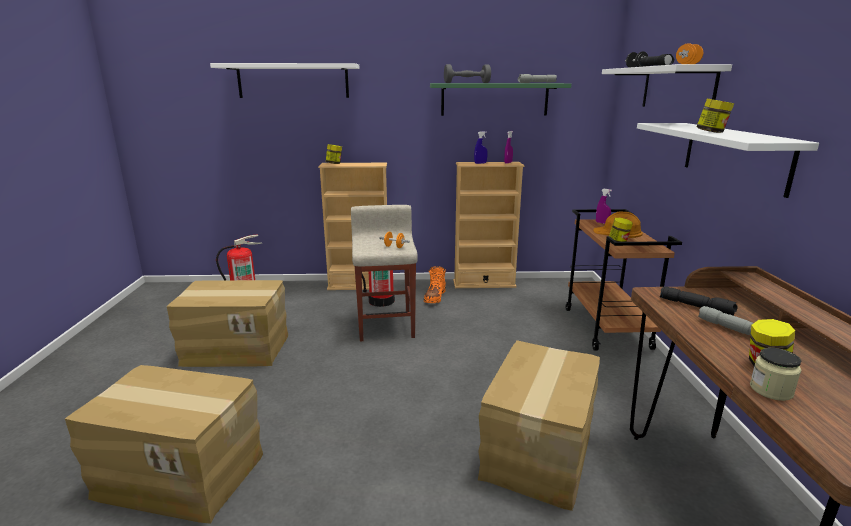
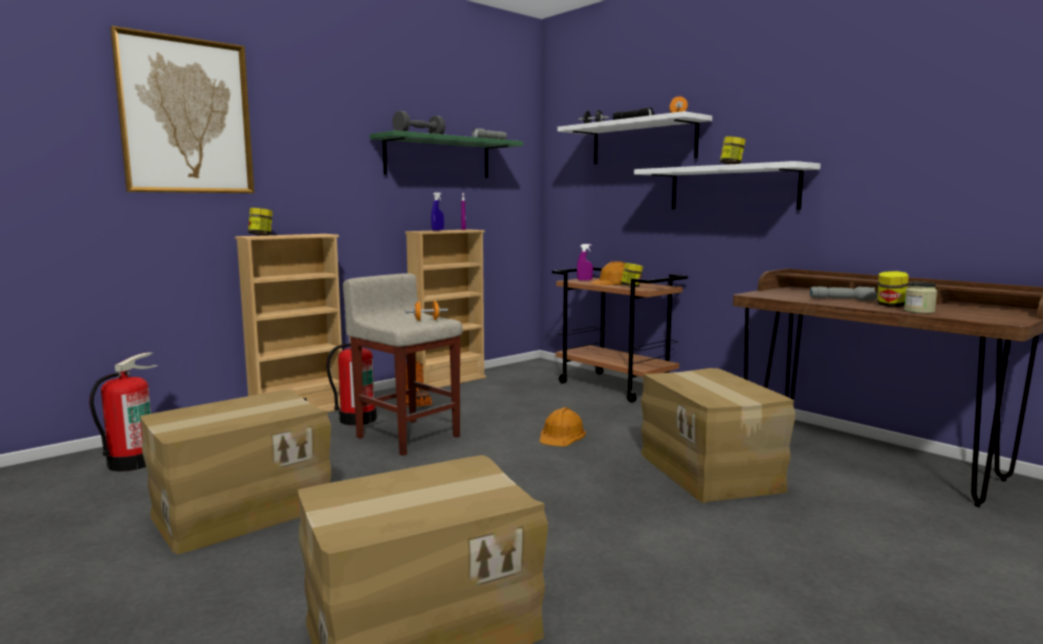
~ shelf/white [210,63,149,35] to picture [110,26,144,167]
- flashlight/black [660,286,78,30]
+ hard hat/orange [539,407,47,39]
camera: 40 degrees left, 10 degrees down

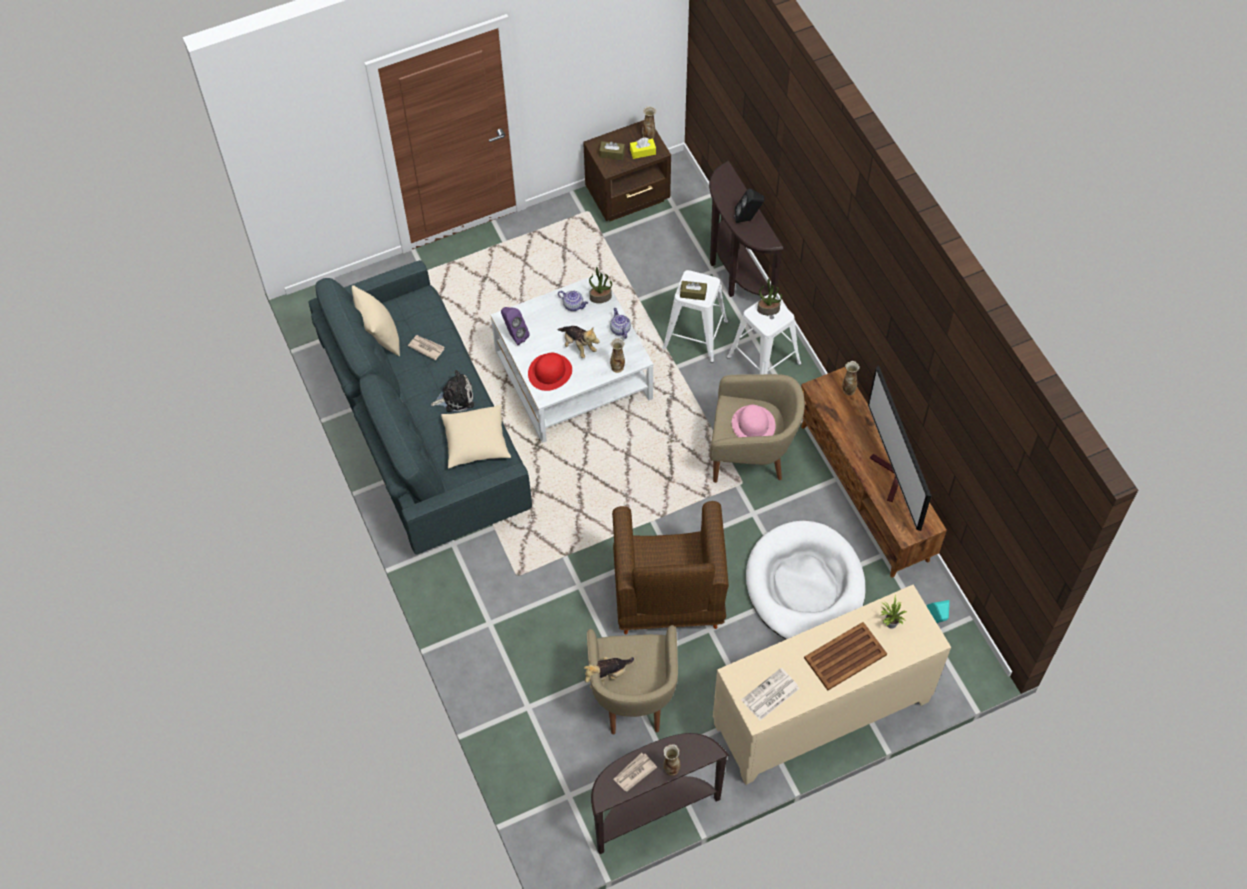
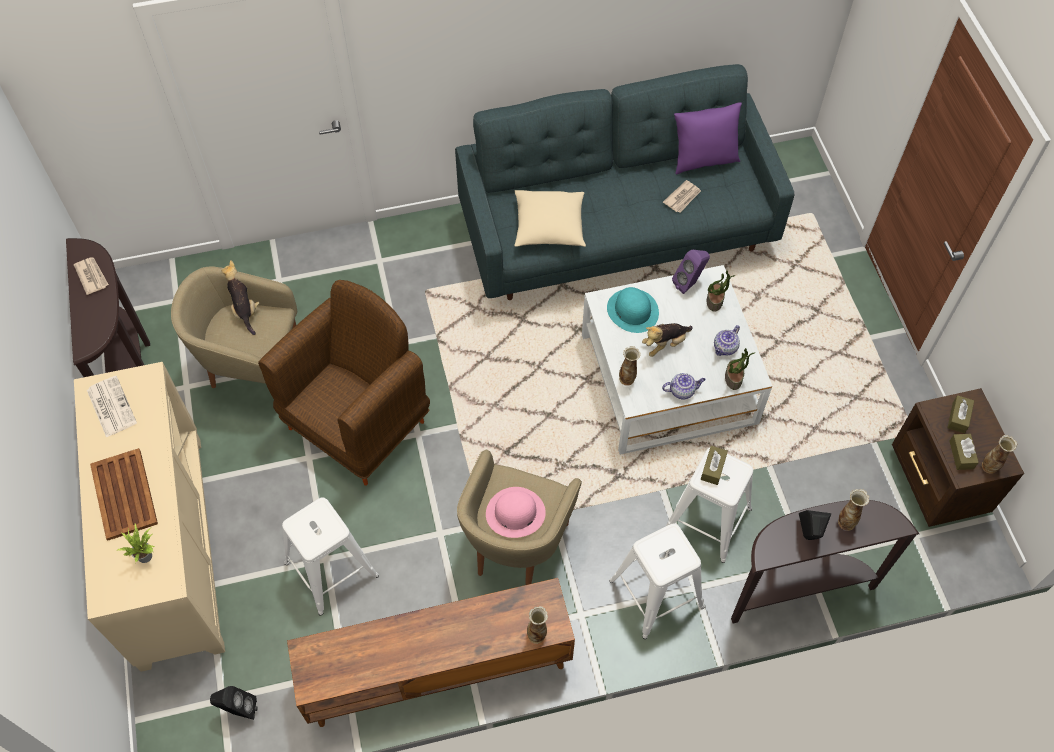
~ tissue box/yellow [630,137,26,22] to tissue box/brown [950,434,29,36]
~ potted plant [757,278,25,37] to [707,271,28,41]
~ pillow/beige [352,285,48,71] to pillow/purple [674,102,68,72]
~ hat/red [528,353,44,38] to hat/turquoise [607,287,52,46]
- television [868,365,63,166]
- plush toy [431,370,43,42]
~ armchair/brown [612,501,117,134] = [258,280,172,206] 120 degrees clockwise
~ dog bed/white [746,521,119,118] to stool/white [282,497,97,119]
~ speaker/turquoise [926,600,24,23] to speaker/black [210,686,48,34]
~ vase [663,744,17,31] to [838,489,31,42]
camera: 100 degrees right, 0 degrees up

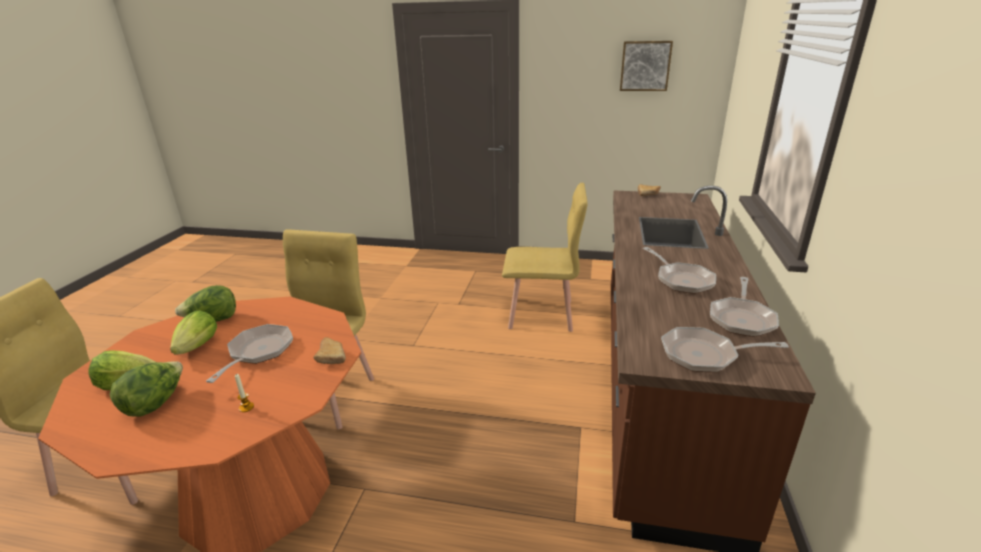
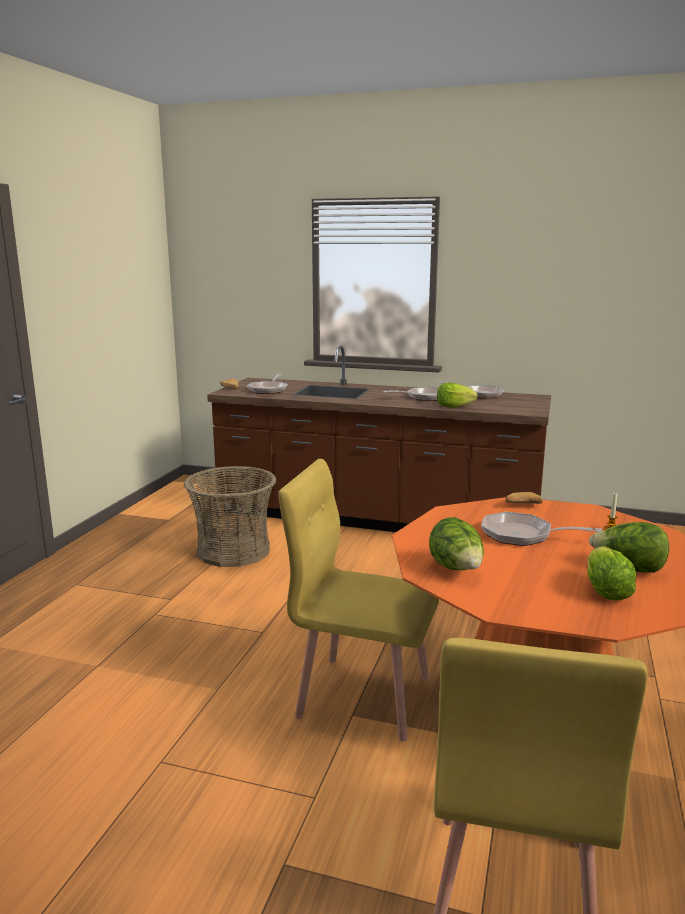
- picture [620,41,53,50]
~ chair/yellow [502,183,86,149] to basket [184,466,92,101]
~ lettuce [170,311,47,43] to [437,383,41,24]
~ frying pan [661,327,128,45] to [247,374,40,20]
camera: 85 degrees left, 10 degrees down

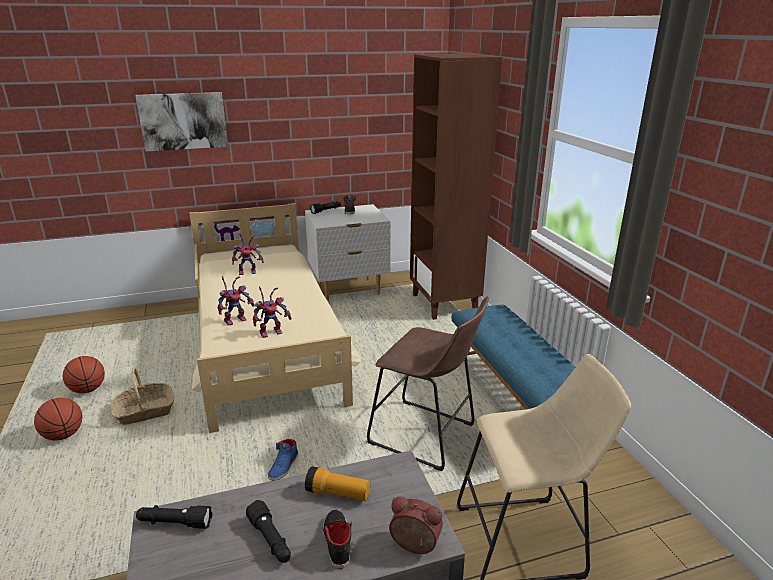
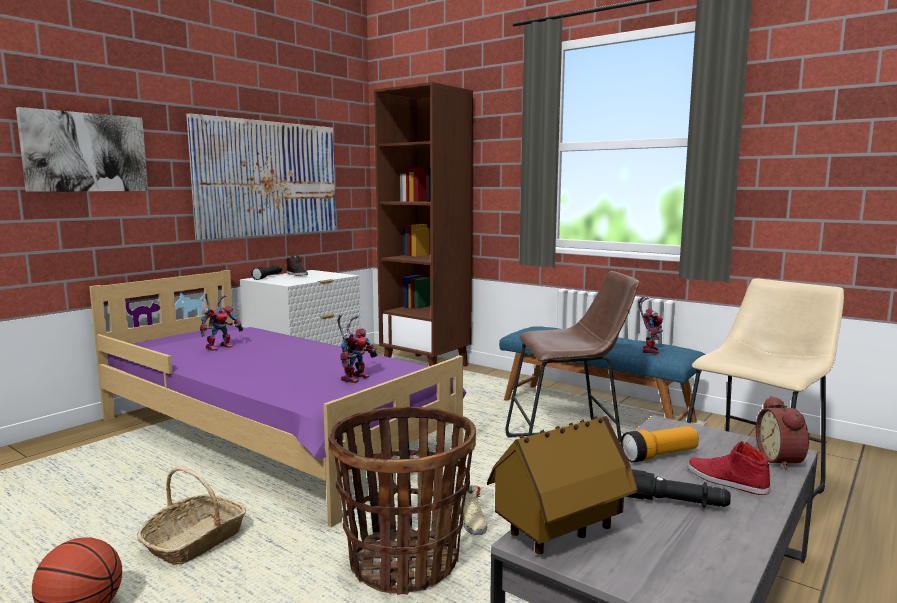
~ bed/beige [189,203,172,230] to bed/purple [89,270,378,257]
~ toy robot [218,276,37,50] to [638,297,25,57]
- basketball [63,356,42,37]
~ shoe/blue [268,439,30,42] to shoe/beige [460,486,27,49]
~ alarm clock [389,497,54,57] = [756,396,53,74] 75 degrees counterclockwise
~ flashlight/black [136,505,76,24] to toy house [487,416,151,139]
~ shoe/black [322,510,30,59] to shoe/red [687,441,84,54]
+ picture [186,113,150,127]
+ basket [328,406,148,189]
camera: 35 degrees left, 15 degrees down

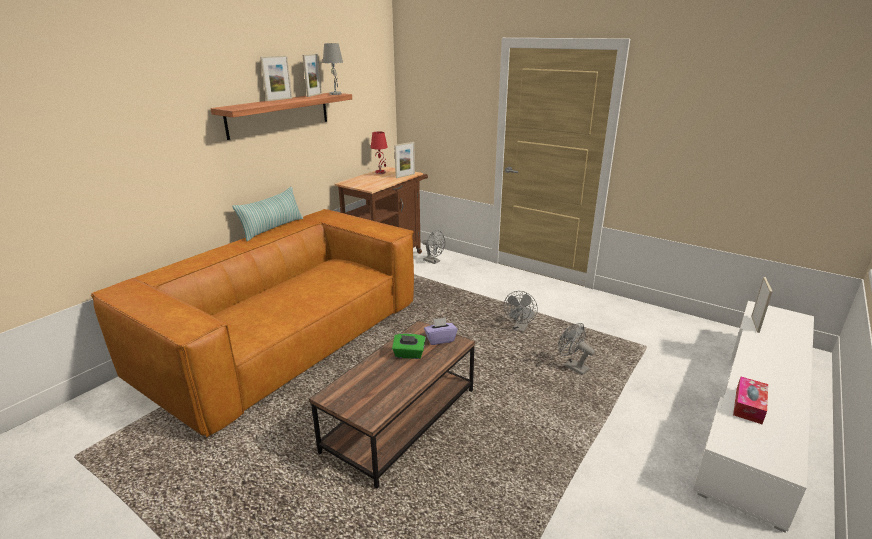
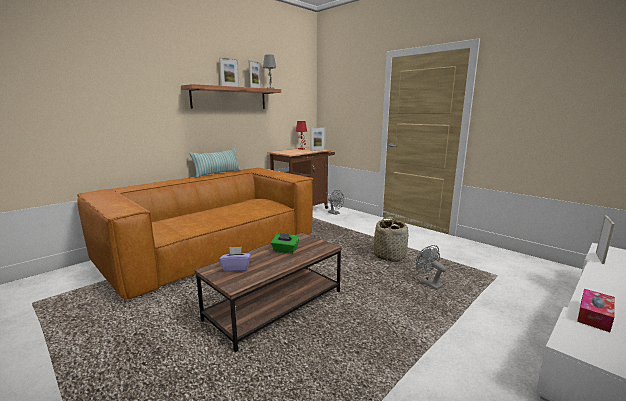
~ fan/grey [504,291,34,41] to basket [373,217,36,45]
~ tissue box/purple [424,318,34,27] to [220,247,31,25]
camera: 10 degrees right, 10 degrees down

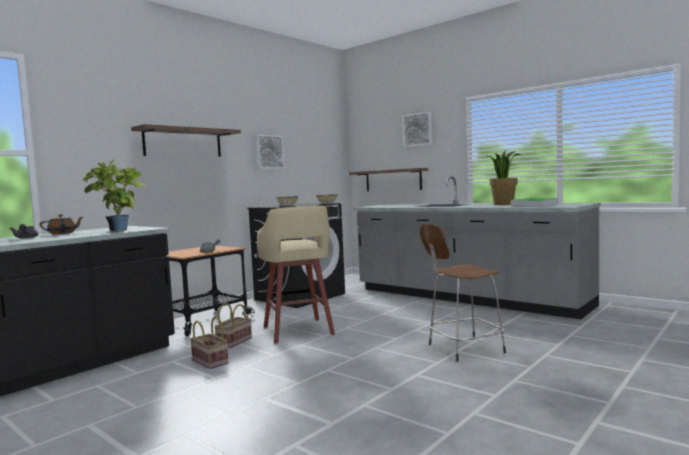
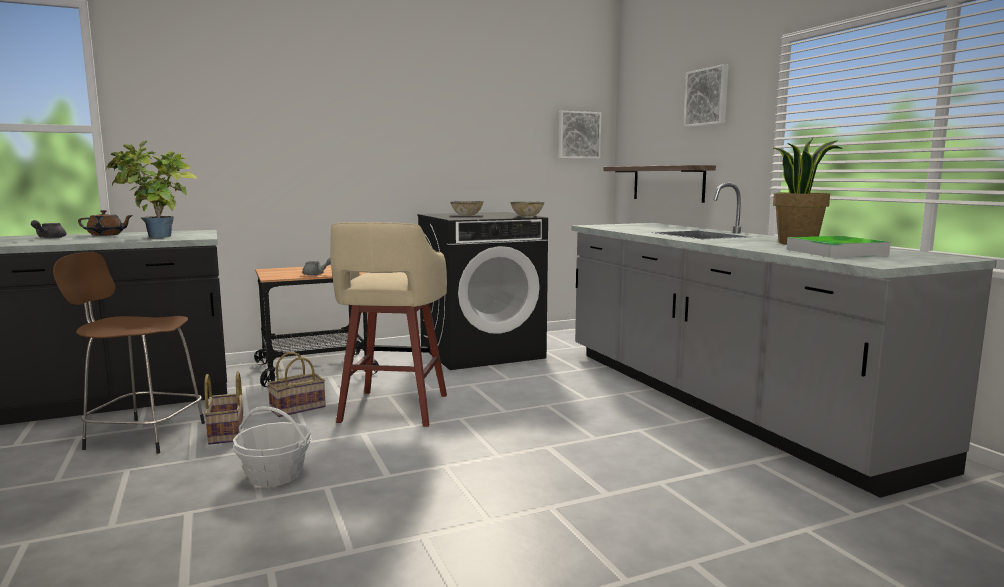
- shelf [131,124,110,33]
~ picture [255,135,30,34] to [558,111,43,48]
~ stool/brown [420,224,86,138] to [53,252,152,202]
+ basket [233,406,78,81]
camera: 25 degrees right, 5 degrees up

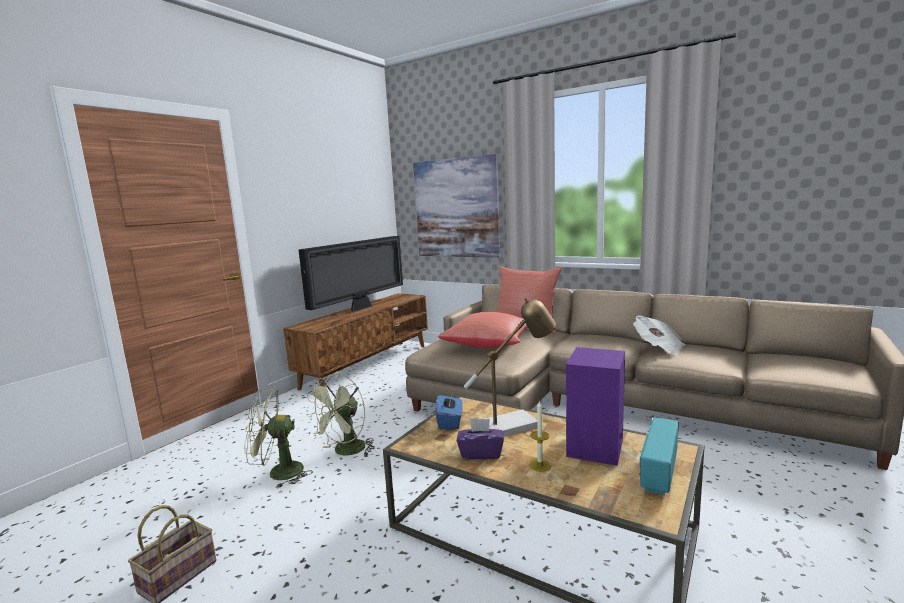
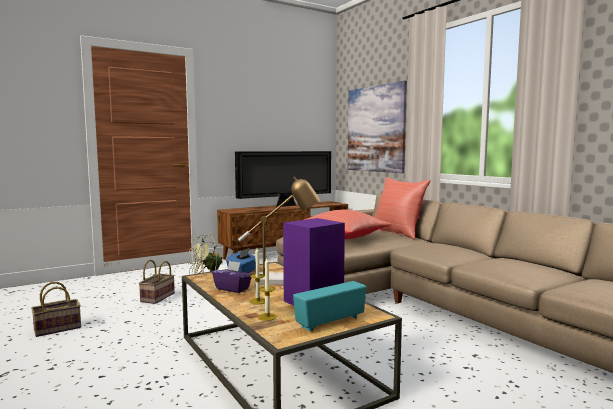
- newspaper [633,316,52,39]
~ fan/green [244,388,69,101] to basket [139,260,36,44]
+ candle [258,258,19,63]
camera: 25 degrees right, 5 degrees down

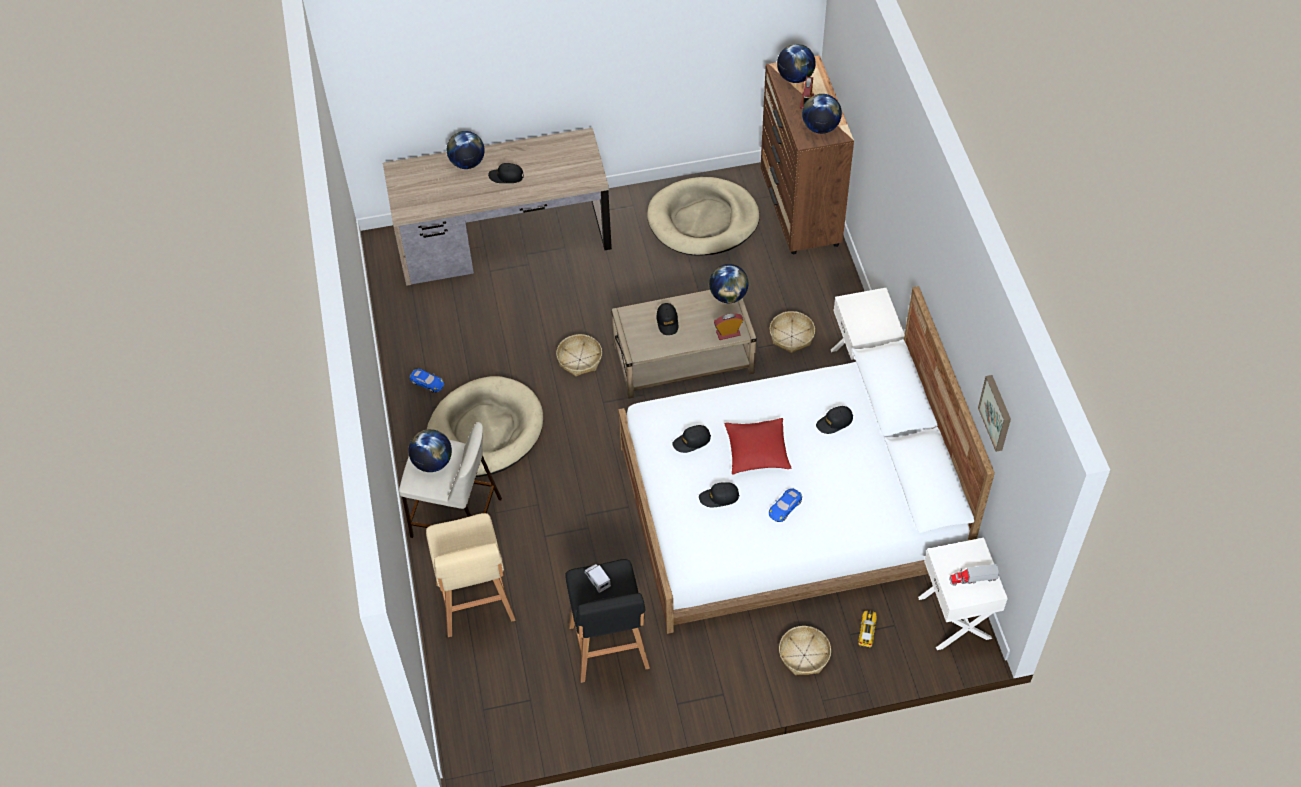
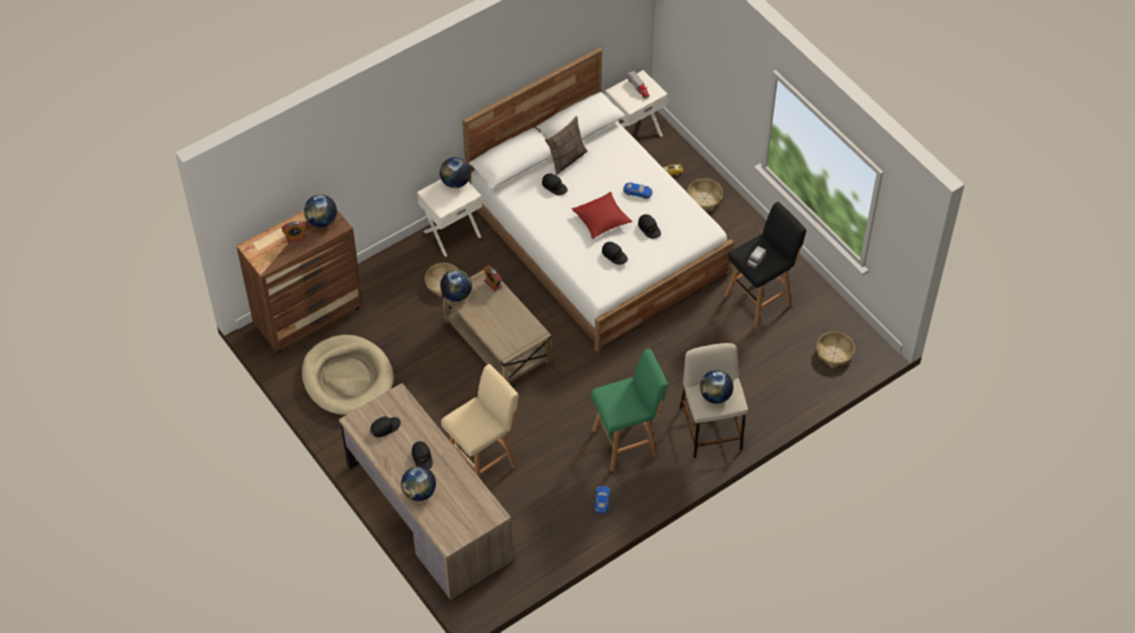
~ globe [777,44,39,39] to [440,157,31,31]
~ cap/black [657,303,21,32] to [370,416,31,21]
~ basket [556,334,46,43] to [817,332,38,35]
- picture [978,375,33,77]
~ dog bed/beige [427,376,116,101] to stool/green [591,348,77,123]
~ stool/beige [426,513,89,124] to [441,364,78,114]
+ pillow [545,116,43,59]
camera: 115 degrees left, 0 degrees up

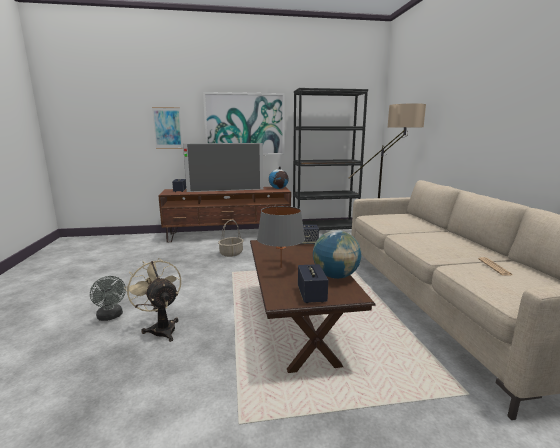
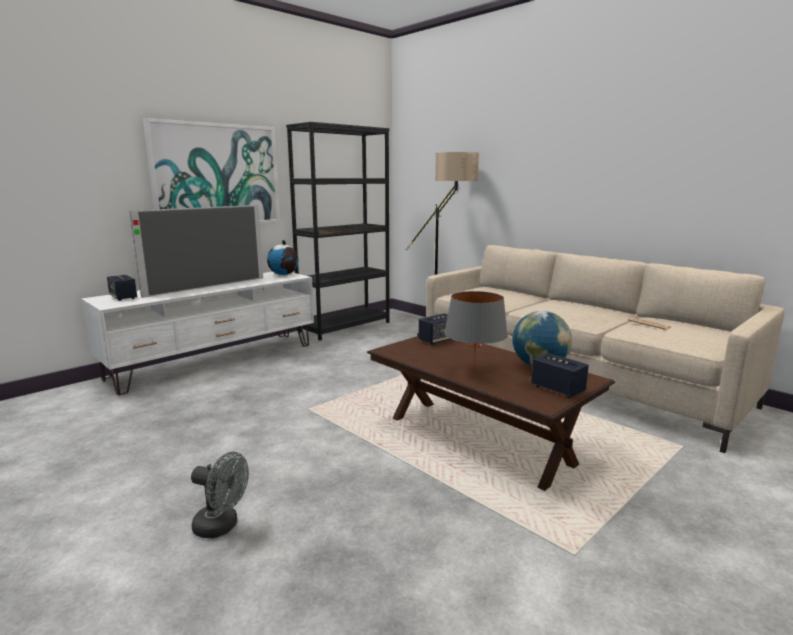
- picture [152,107,31,42]
~ tv stand/brown [158,187,133,55] to tv stand/white [81,272,233,123]
- basket [218,220,25,37]
- fan/beige [125,258,56,84]
camera: 35 degrees left, 0 degrees up

